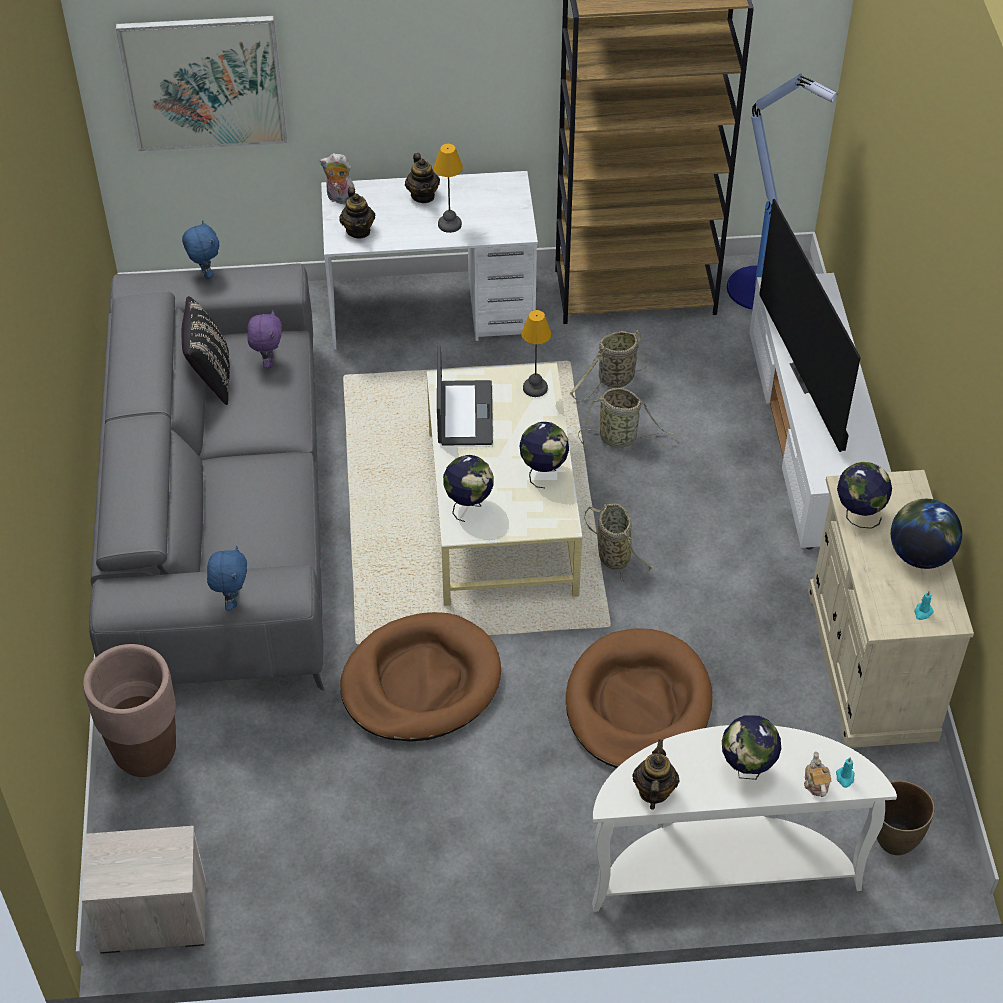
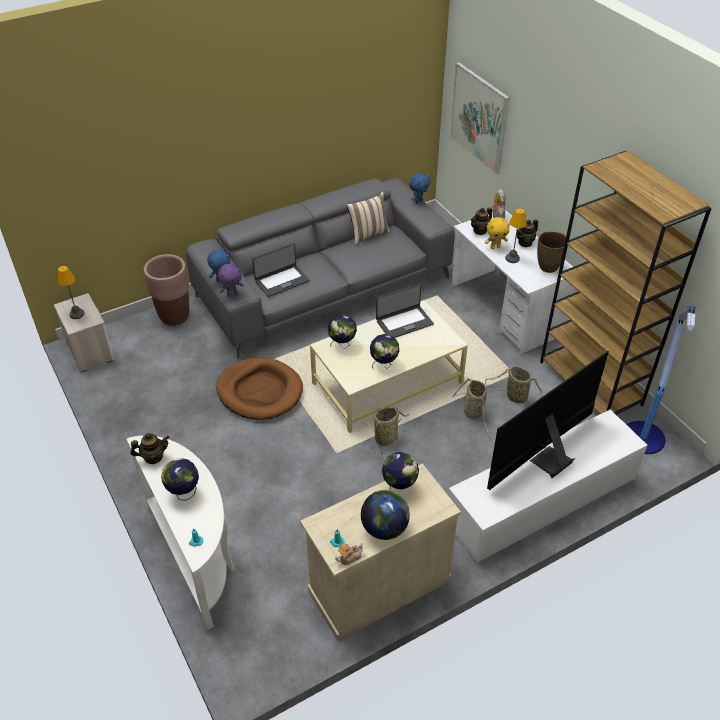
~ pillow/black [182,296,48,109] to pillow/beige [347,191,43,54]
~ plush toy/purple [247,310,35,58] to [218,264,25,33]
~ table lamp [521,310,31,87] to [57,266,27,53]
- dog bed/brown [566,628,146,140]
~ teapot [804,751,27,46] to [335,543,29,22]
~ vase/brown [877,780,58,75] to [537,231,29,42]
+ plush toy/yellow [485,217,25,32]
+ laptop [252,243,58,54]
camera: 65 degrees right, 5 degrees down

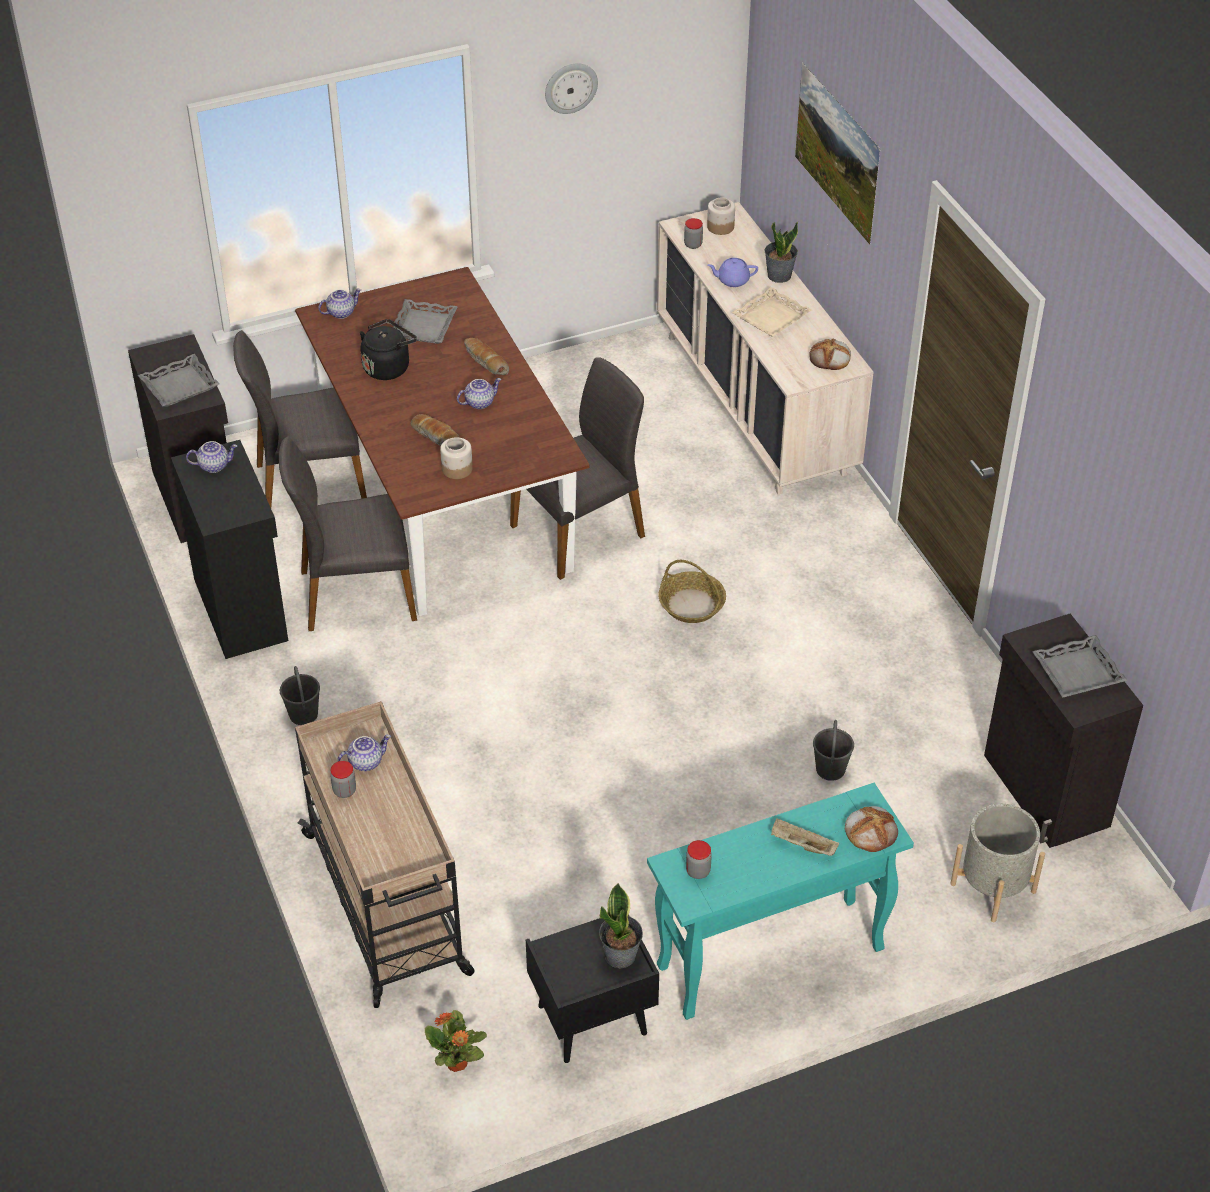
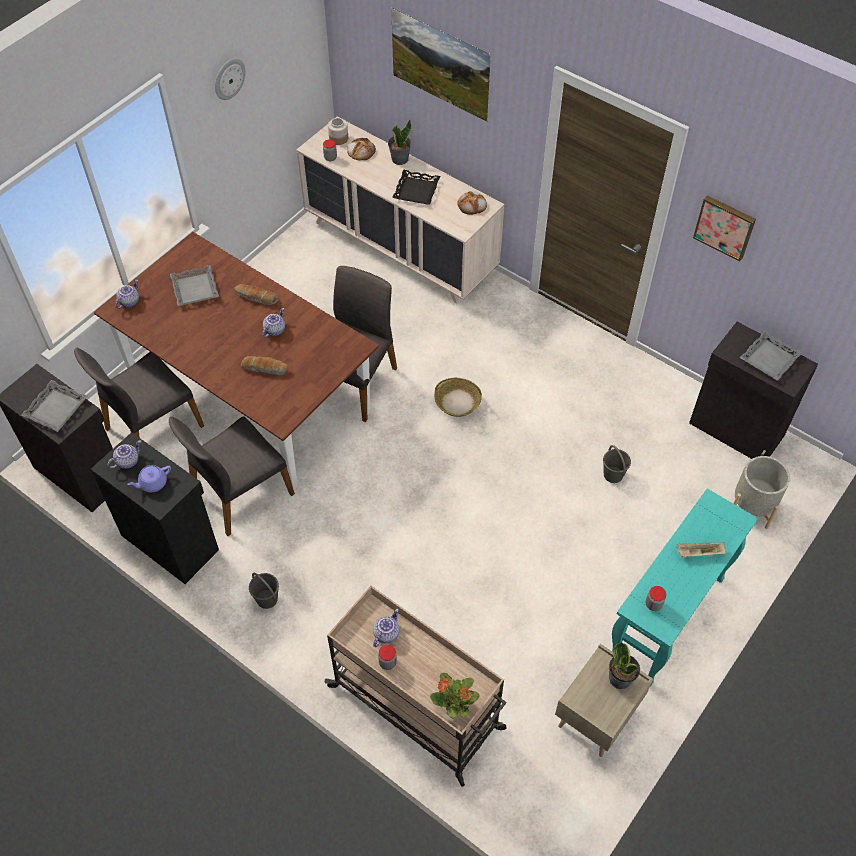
~ teapot/purple [707,258,51,29] to [127,465,44,27]
~ tray/beige [731,287,81,50] to tray/black [392,170,48,35]
- kettle/black [360,319,57,61]
- jar [440,437,33,42]
~ bread [845,806,53,46] to [347,138,29,22]
~ nightstand/black [526,915,133,148] to nightstand/beige [555,644,98,113]
~ potted plant [425,1010,62,62] to [430,673,49,46]
+ picture [693,195,63,67]
camera: 30 degrees left, 10 degrees up

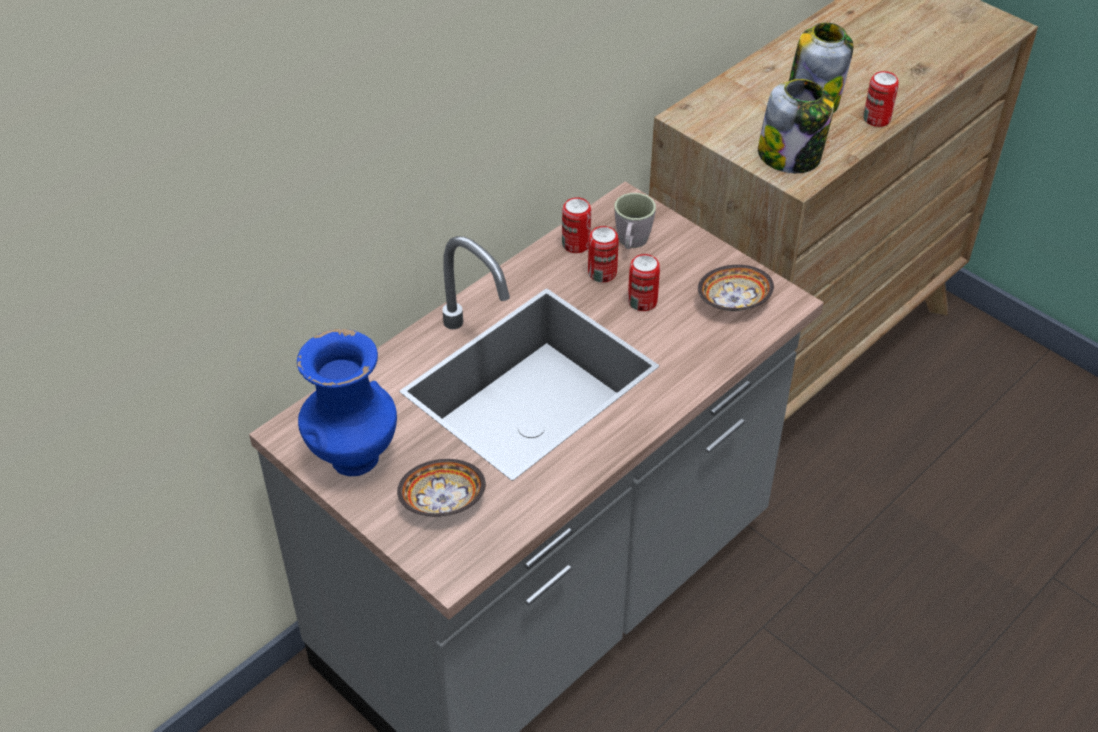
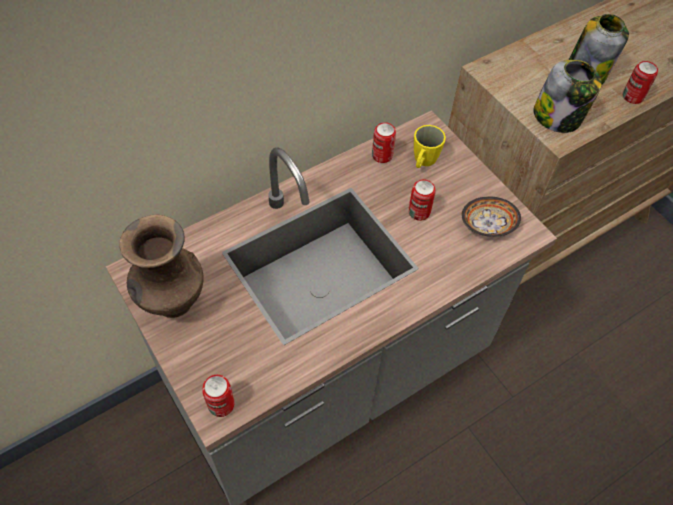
~ mug/grey [614,193,42,56] to mug/yellow [414,125,32,43]
~ can [588,226,31,56] to [202,375,33,42]
~ vase/blue [297,329,100,147] to vase/brown [119,215,85,103]
- bowl [397,459,89,58]
camera: 10 degrees right, 10 degrees up

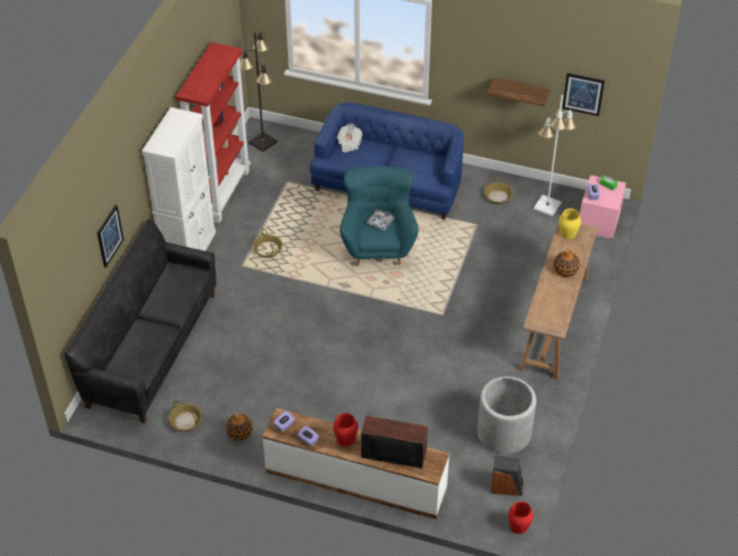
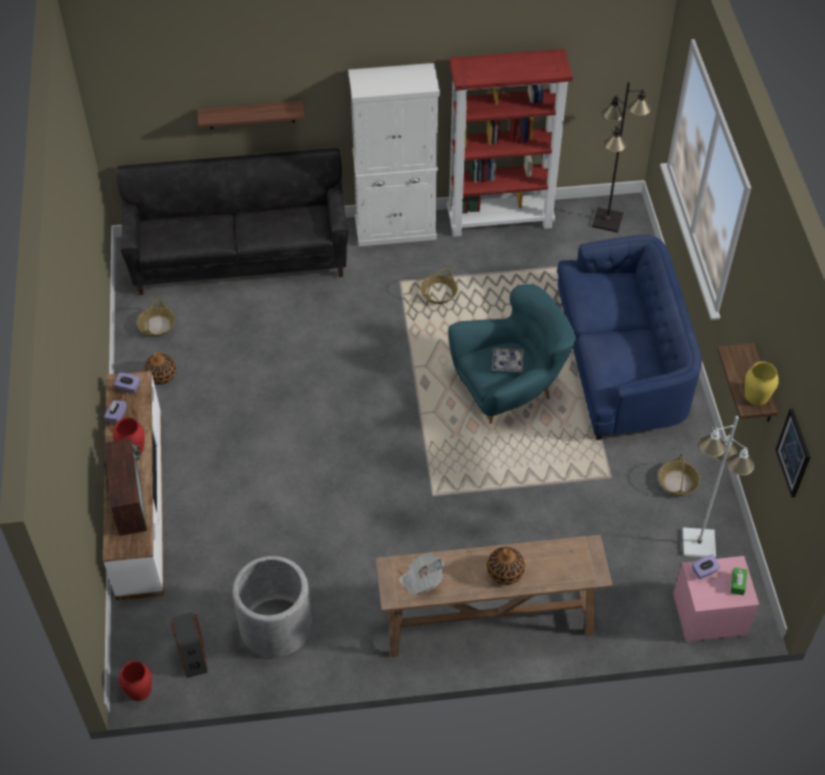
~ newspaper [337,124,26,28] to [399,553,46,44]
~ picture [97,205,27,62] to shelf [198,101,107,28]
~ vase/yellow [559,208,22,31] to [745,361,34,44]
camera: 65 degrees right, 5 degrees up

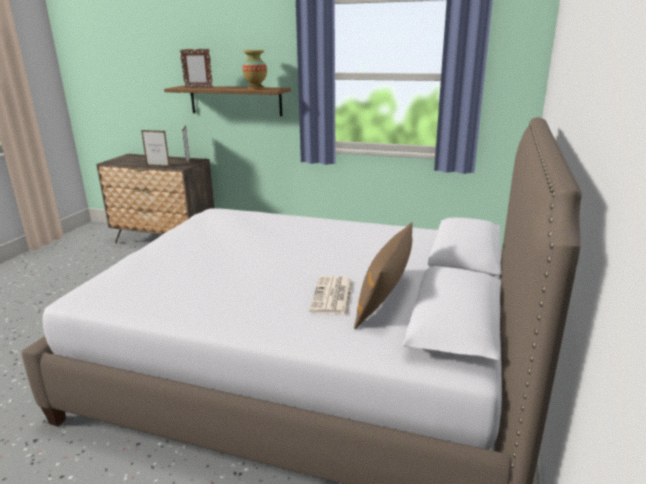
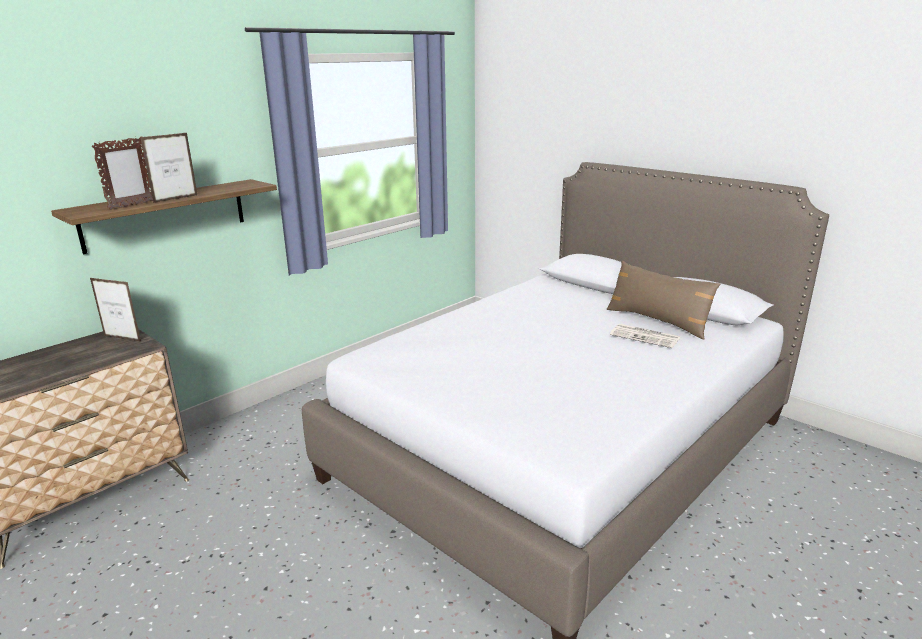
- vase [243,50,24,40]
~ picture frame [141,130,29,37] to [140,133,57,70]
camera: 65 degrees left, 0 degrees up

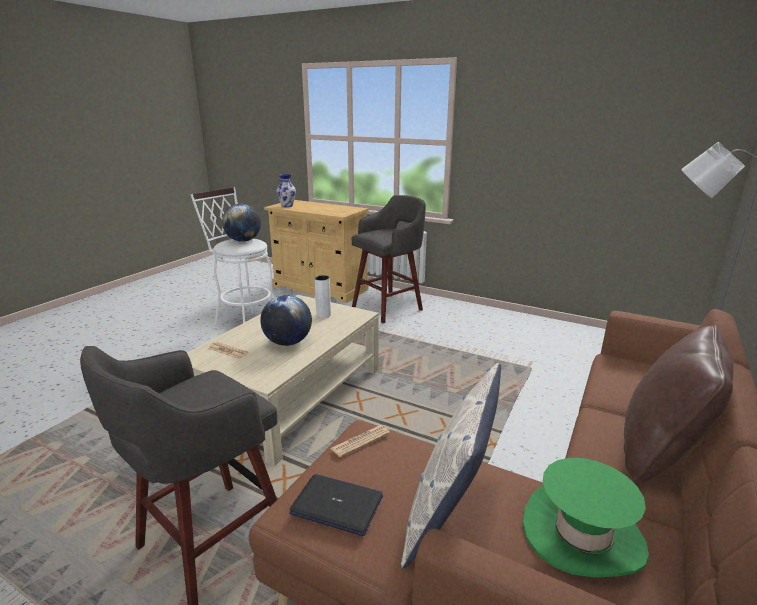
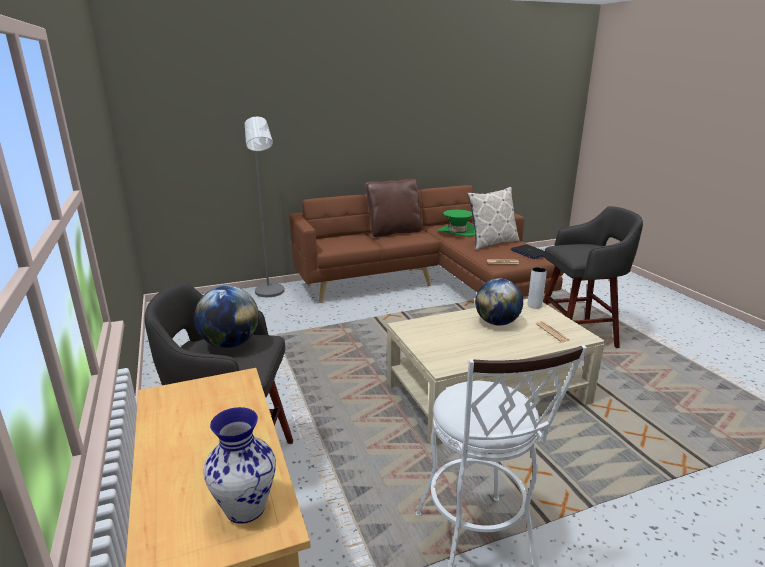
~ globe [222,204,39,38] to [194,286,65,62]
~ vase/white [314,275,17,43] to [527,267,20,42]
camera: 140 degrees left, 0 degrees up

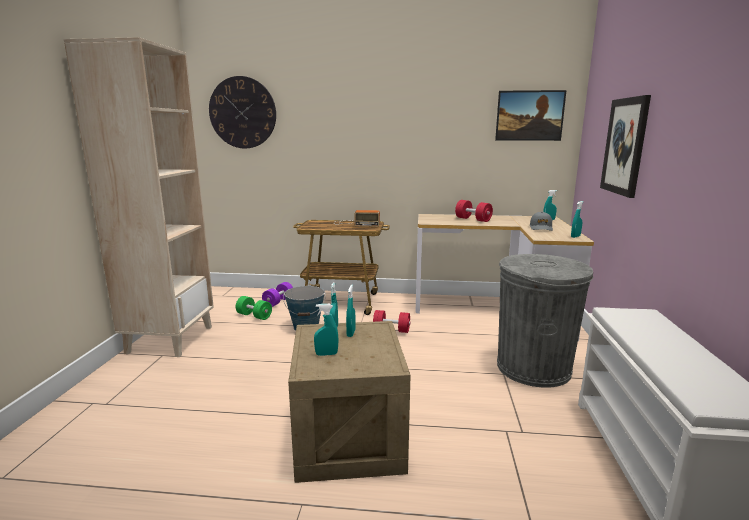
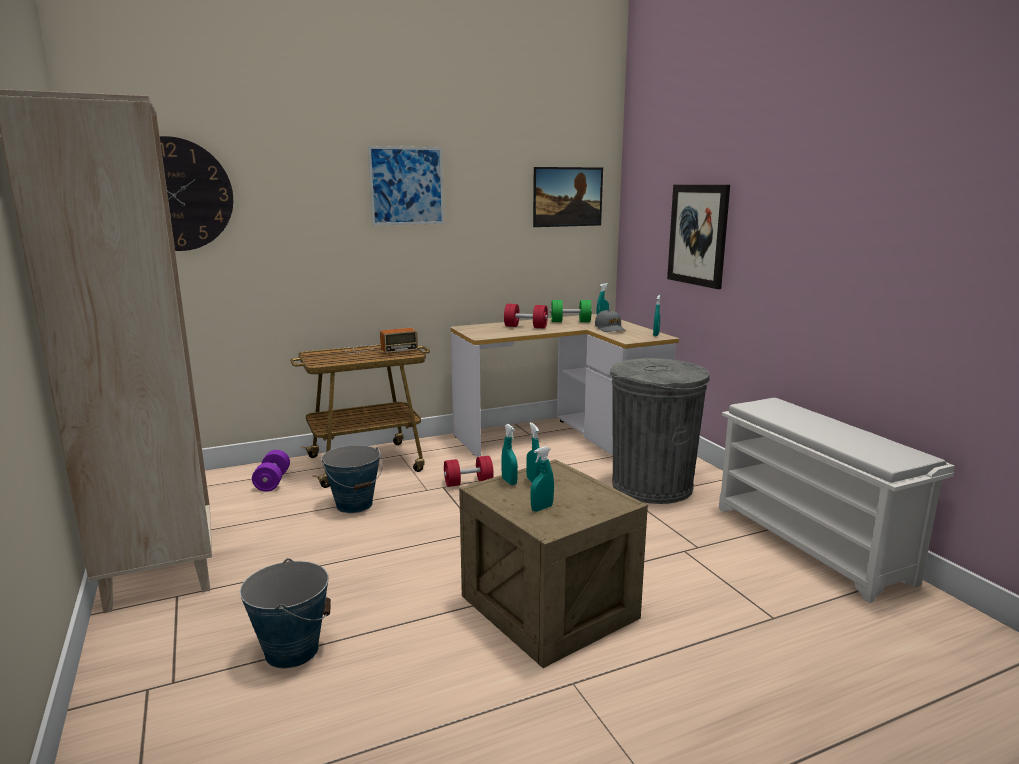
~ dumbbell/green [236,296,36,24] to [550,300,42,22]
+ picture [368,146,76,79]
+ bucket [240,558,91,111]
camera: 30 degrees left, 0 degrees up

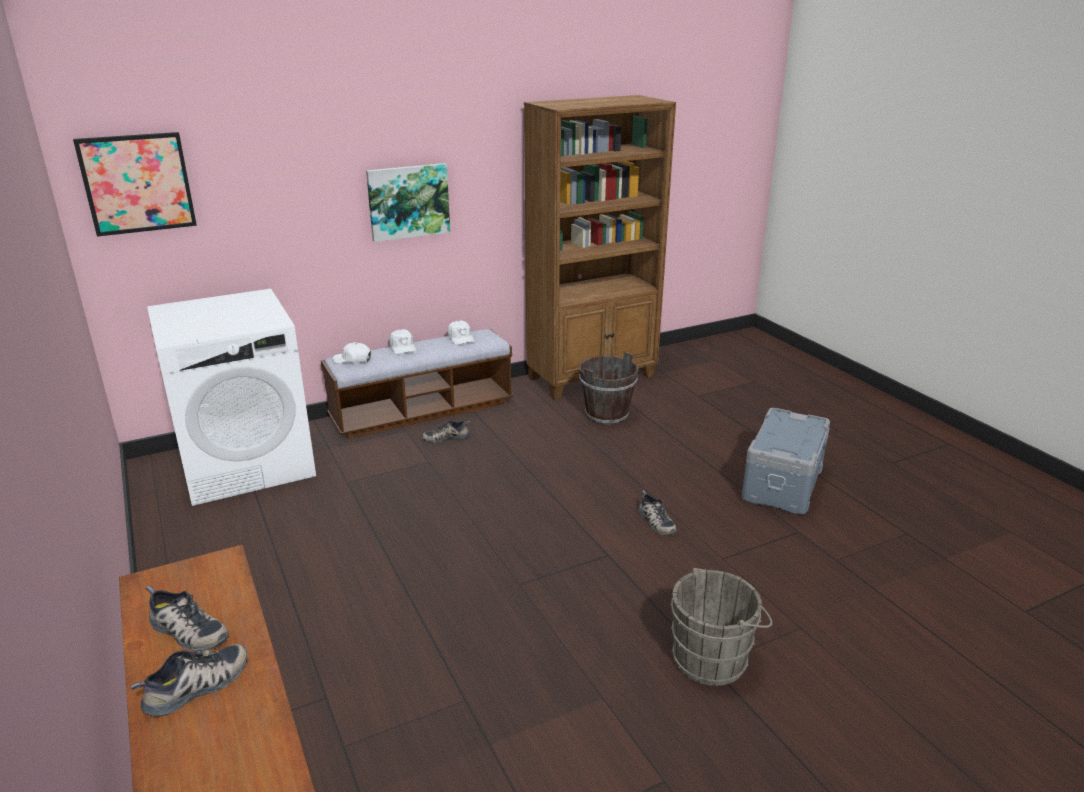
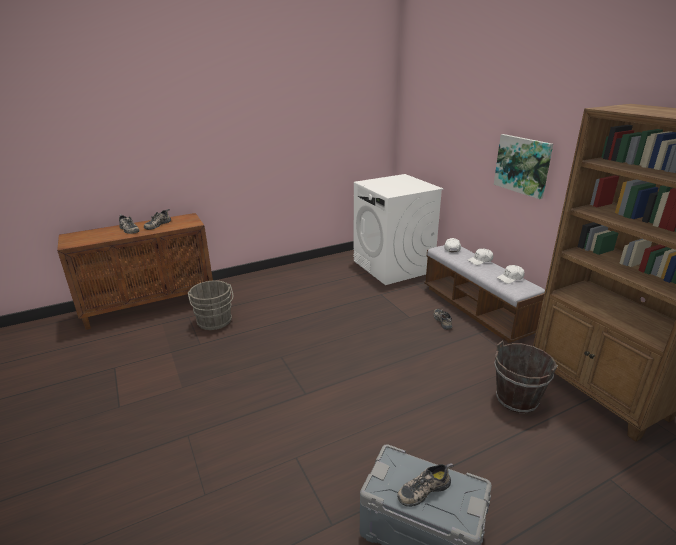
- picture [73,132,124,105]
~ shoe [639,490,37,45] to [397,463,57,44]
~ bucket/grey [670,568,102,118] to [188,280,45,50]
camera: 90 degrees right, 0 degrees up

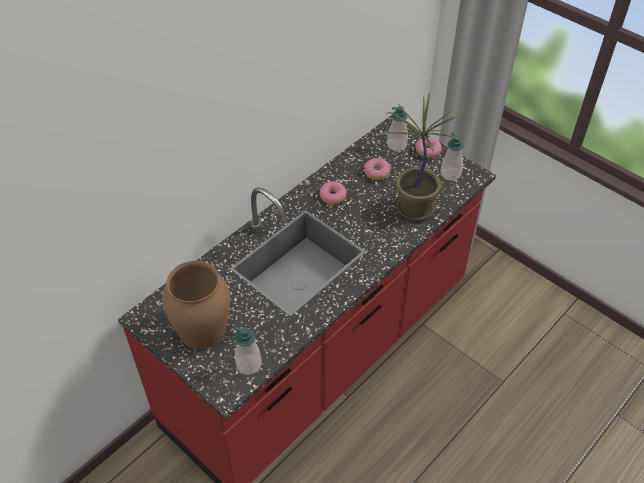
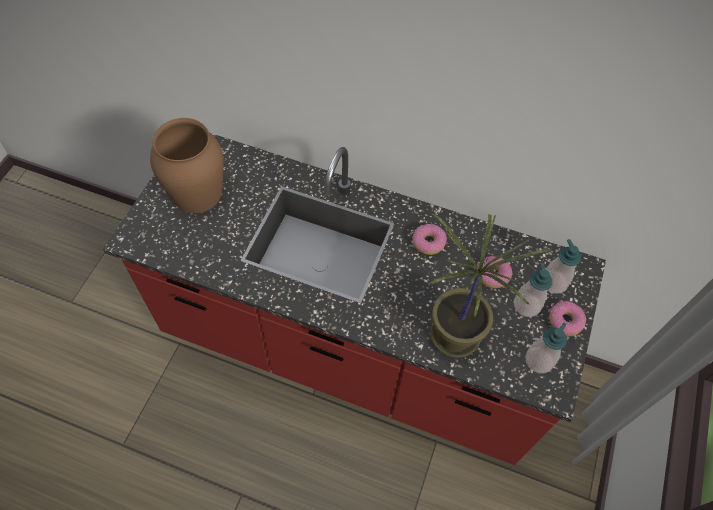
~ soap dispenser [234,327,28,48] to [514,263,38,54]
camera: 65 degrees right, 10 degrees up

